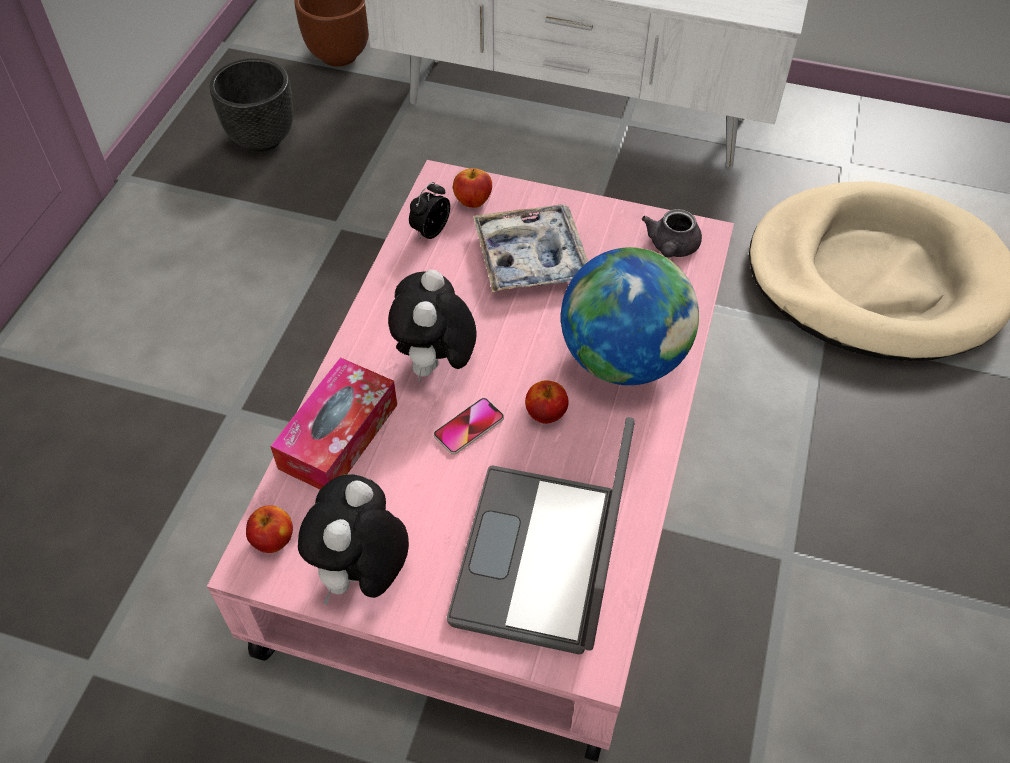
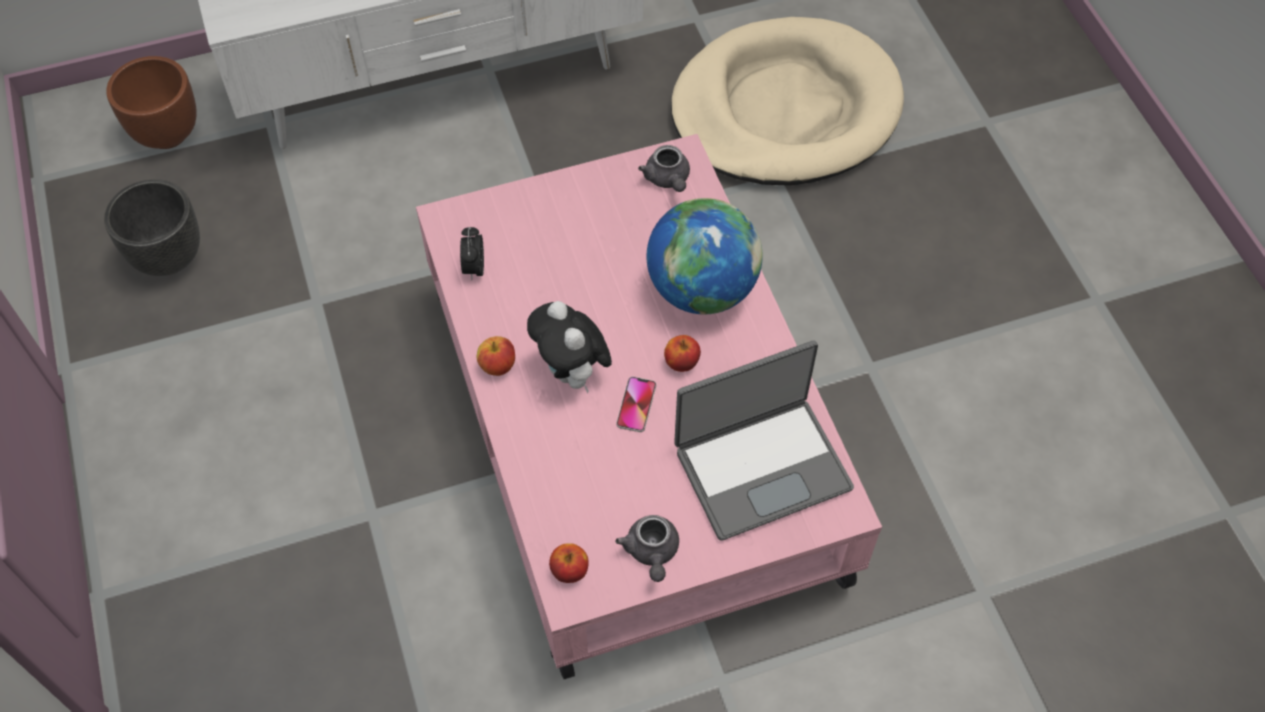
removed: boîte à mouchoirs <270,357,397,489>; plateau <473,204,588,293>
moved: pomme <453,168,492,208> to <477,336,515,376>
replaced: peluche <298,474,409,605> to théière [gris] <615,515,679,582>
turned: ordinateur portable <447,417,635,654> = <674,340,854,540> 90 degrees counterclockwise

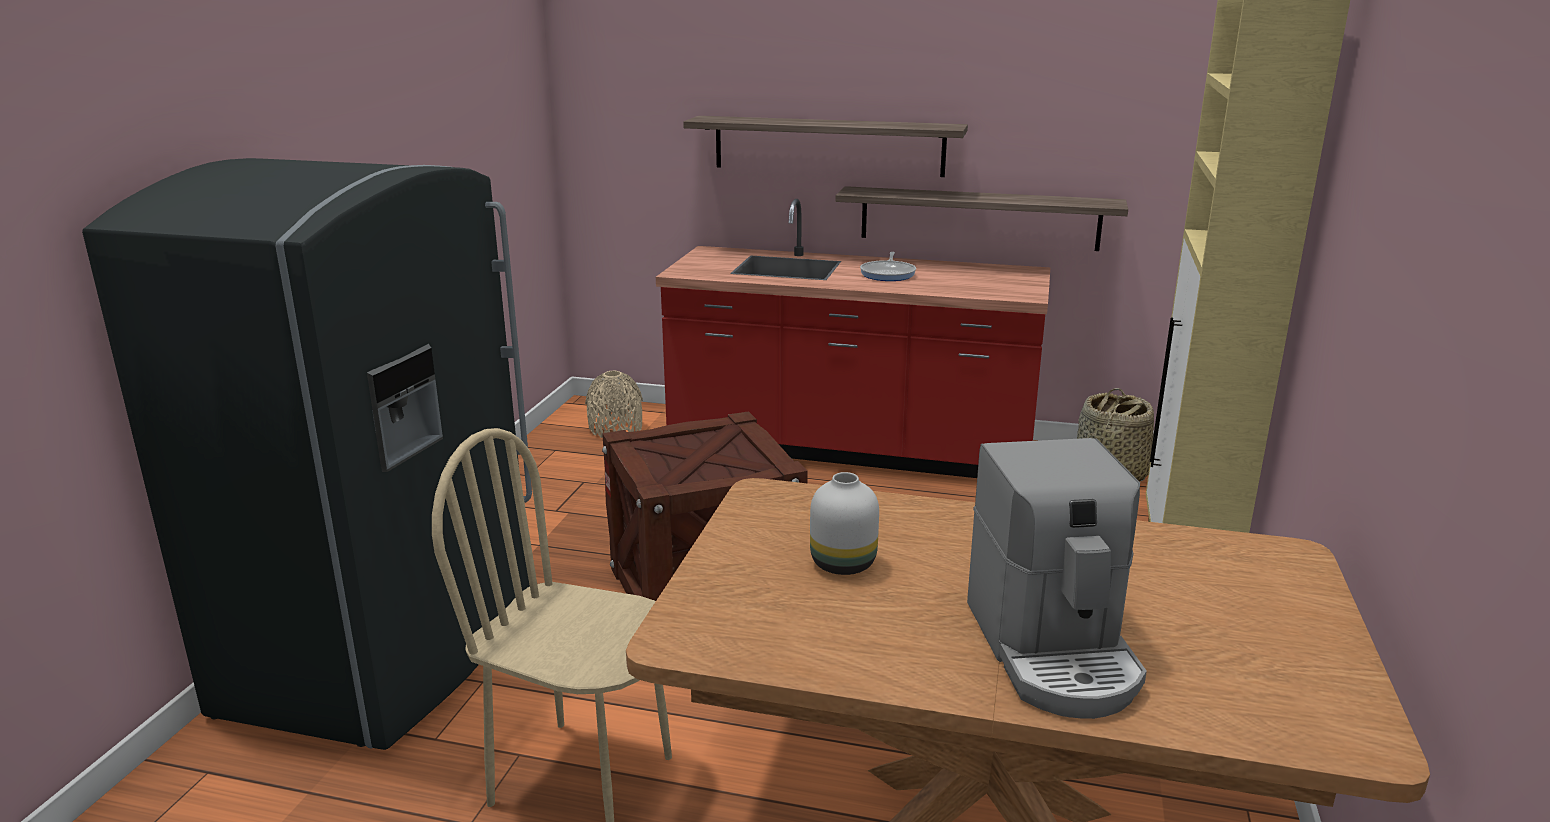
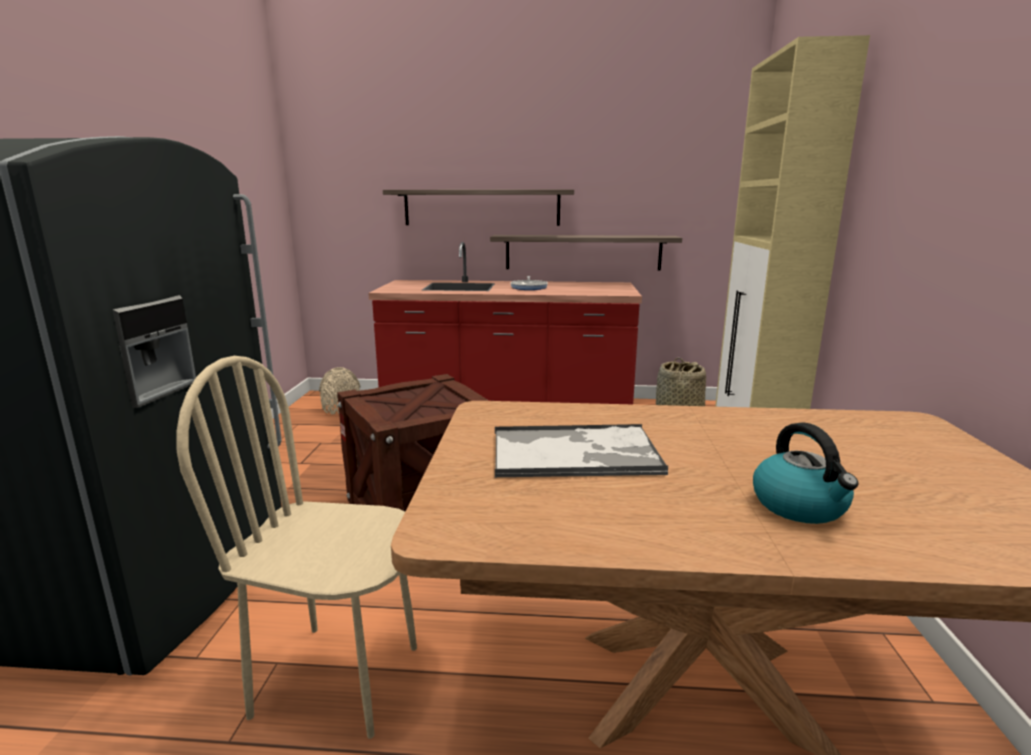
replaced: vase [blanc] <810,472,879,575> to plateau <495,424,668,477>; machine à café <967,438,1147,719> to bouilloire <753,422,858,524>

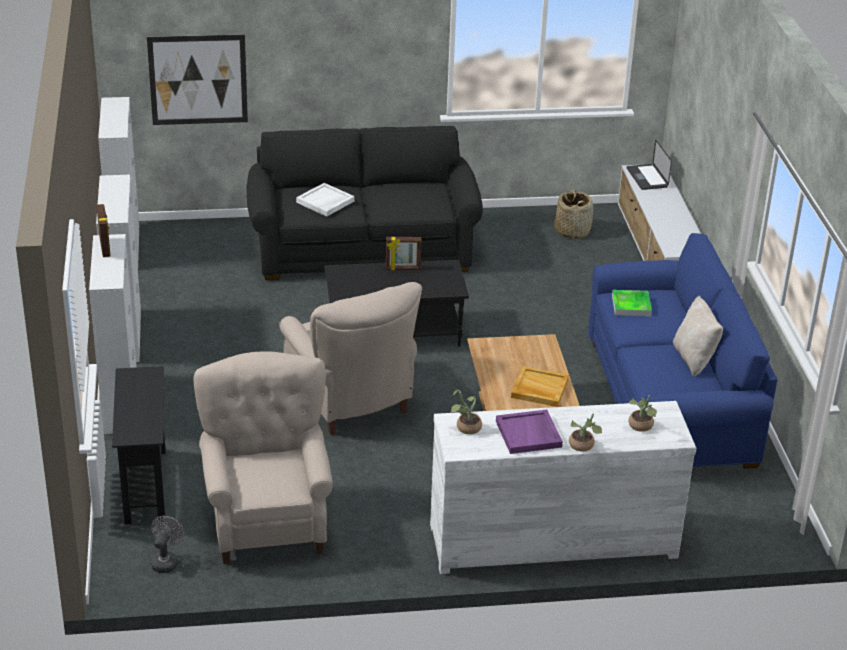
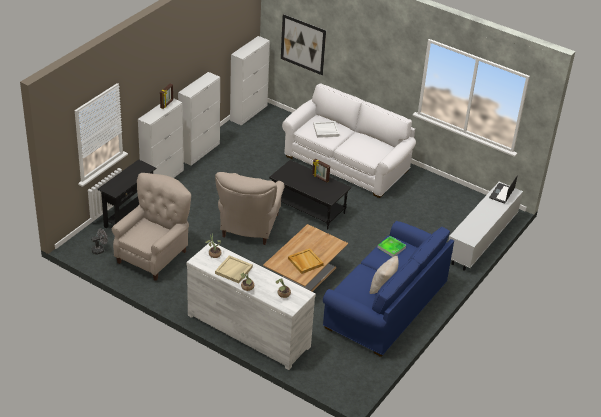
removed: panier <554,189,594,239>
recoloured: canapé [noir] <247,126,483,280> to canapé [blanc] <282,83,416,198>; plateau [violet] <496,410,563,454> to plateau [beige] <215,255,253,283>

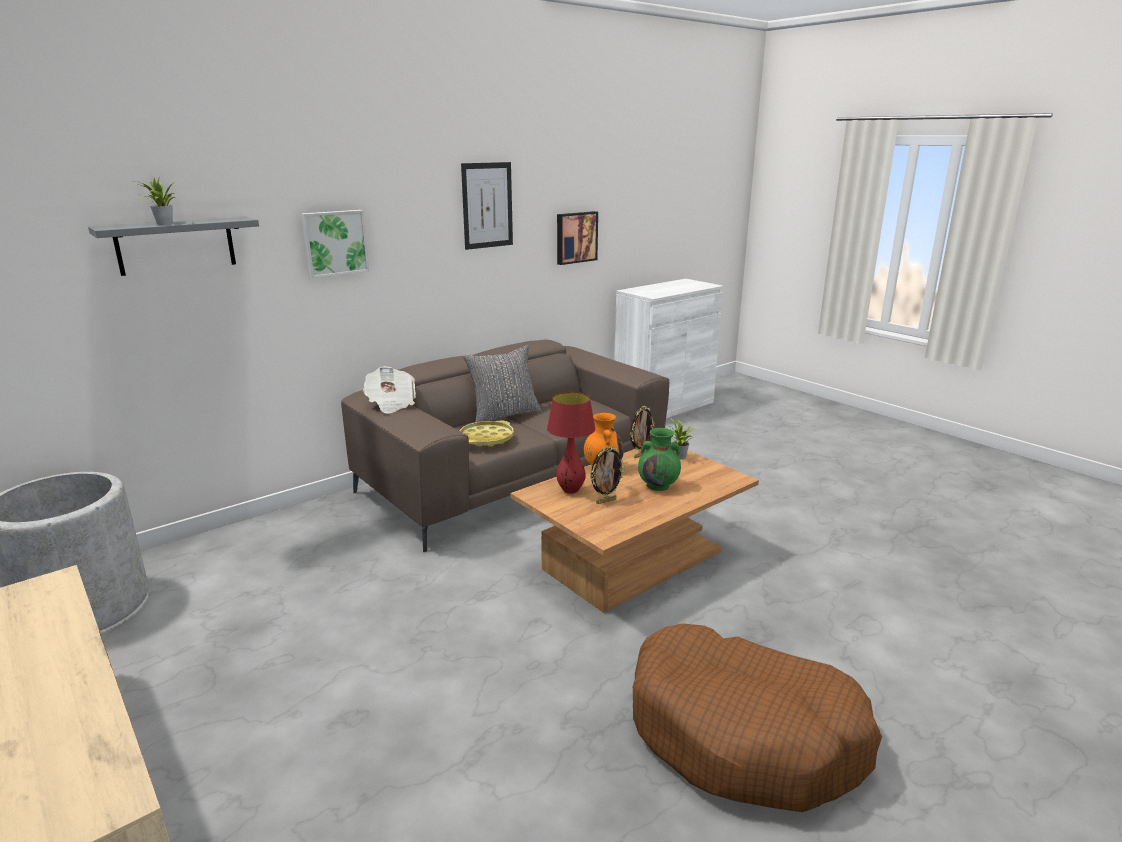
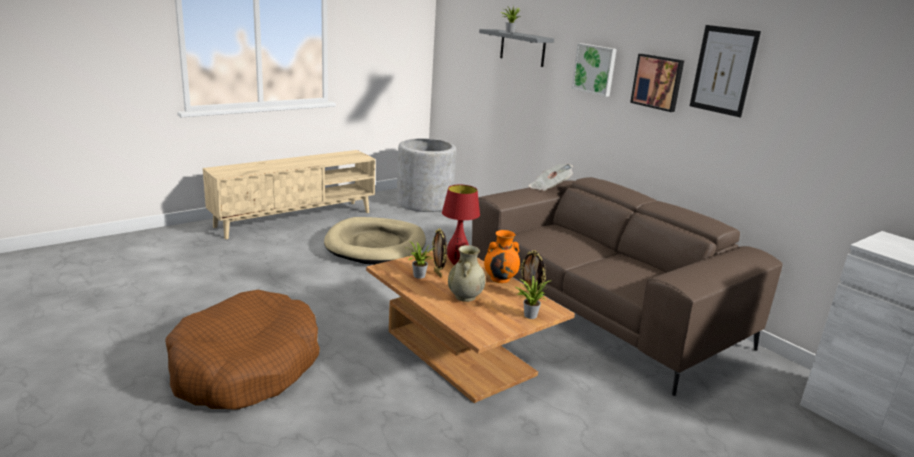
removed: plateau [jaune] <459,420,514,447>; coussin [gris] <463,345,541,422>
added: panier pour chien [beige] <324,217,426,265>; plante en pot <407,241,435,279>
moved: tableau <557,211,598,265> to <630,54,684,112>
recoloured: vase [vert] <638,428,681,491> to vase [beige] <448,245,486,302>

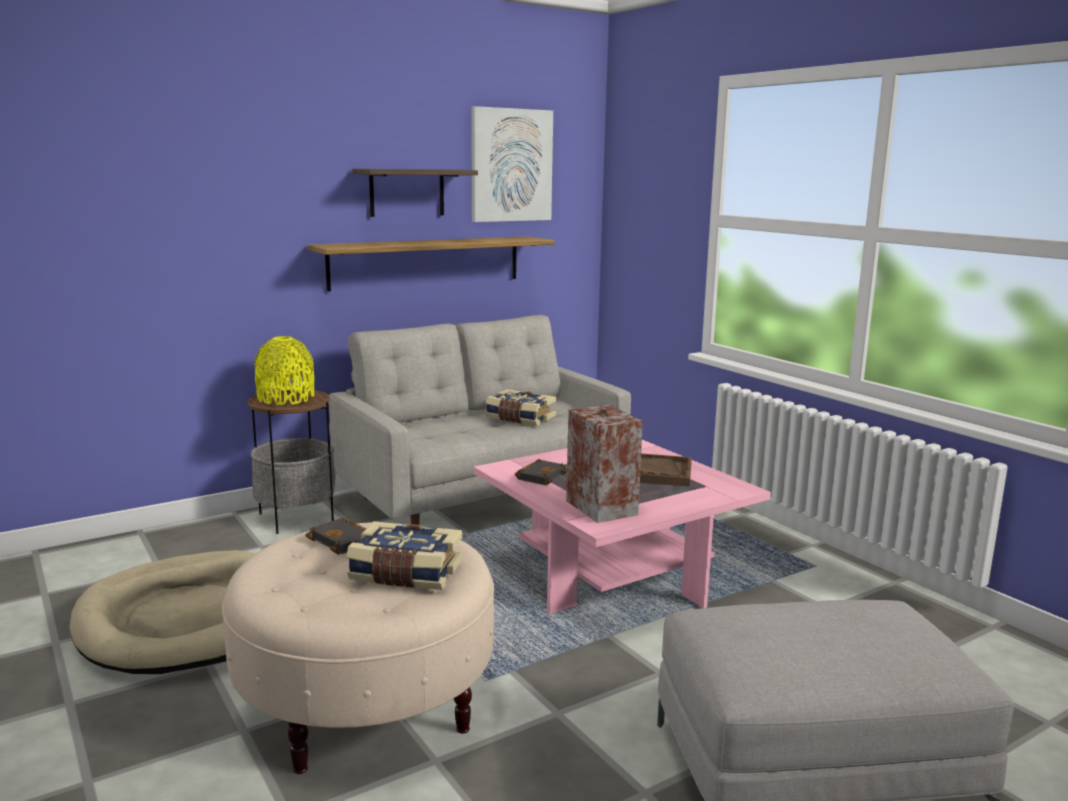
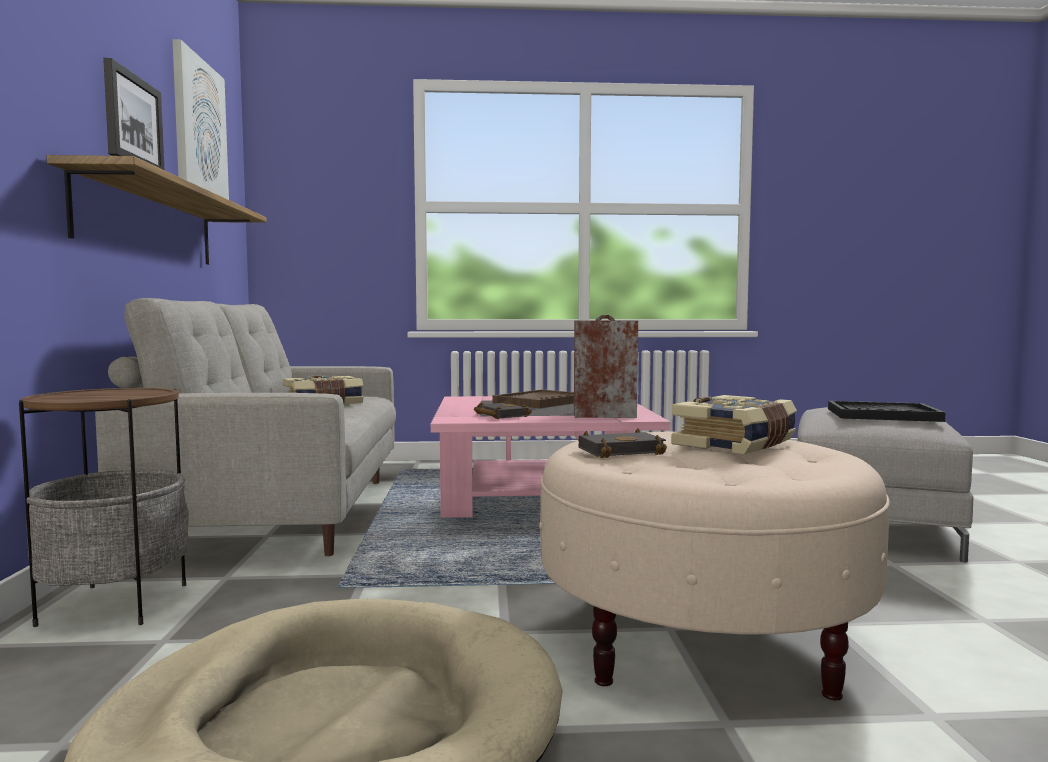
removed: vase [jaune] <254,336,314,405>
added: plateau [noir] <828,401,946,422>
replaced: étagère <352,169,478,217> to tableau <103,58,164,170>

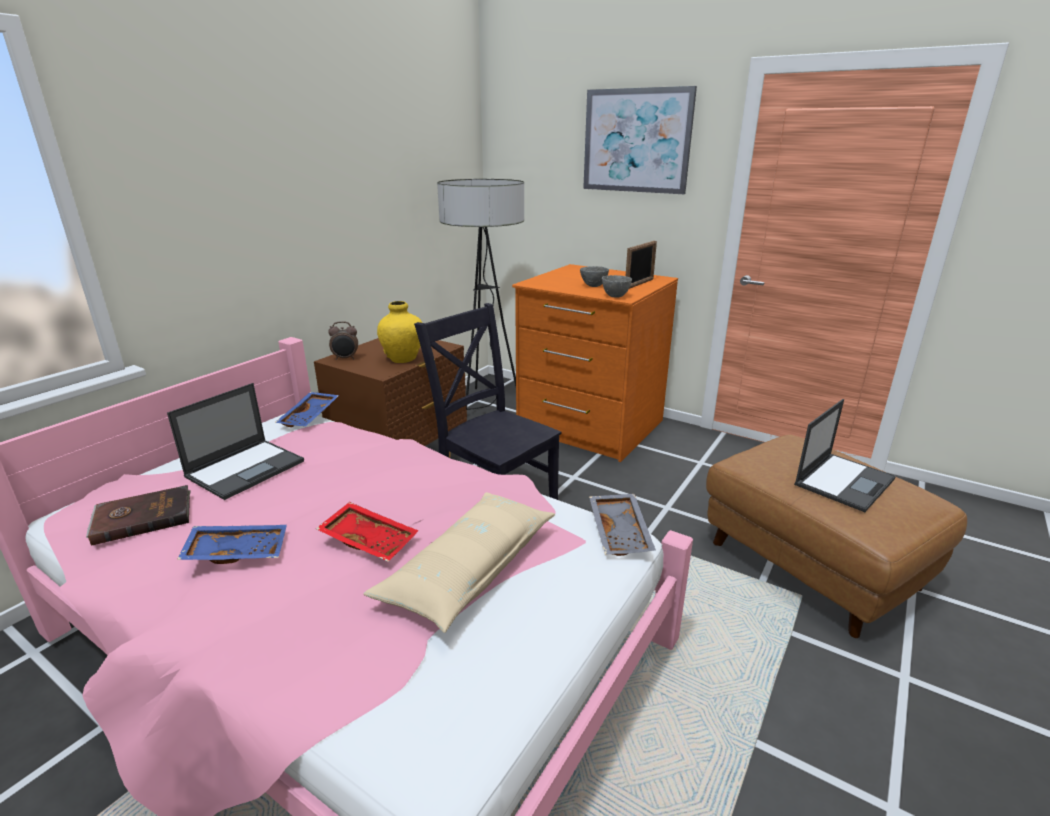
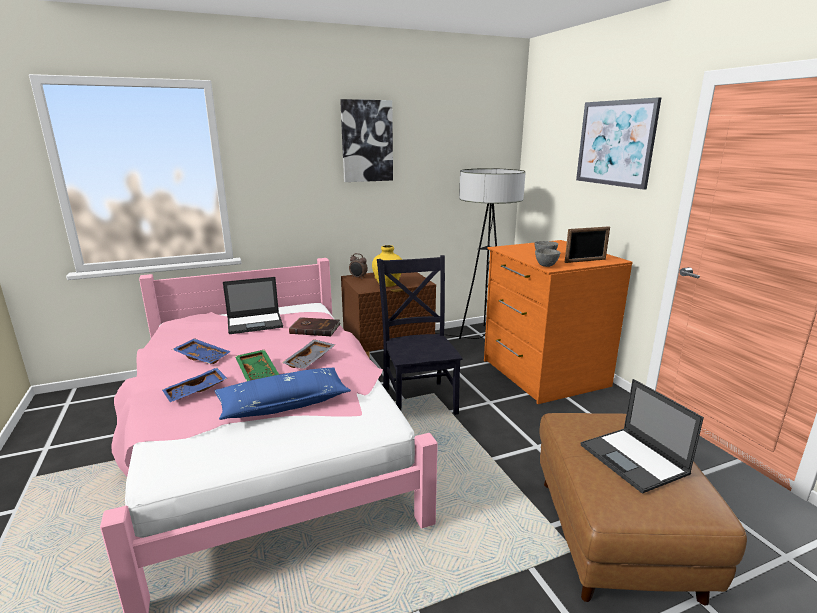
added: tableau <340,99,393,182>
moved: livre [marron] <86,485,191,545> to <289,317,340,336>; plateau [bleu] <275,392,339,427> to <162,368,227,402>; plateau [gris] <589,494,656,556> to <282,339,335,369>
recoloured: plateau [rouge] <316,502,418,562> to plateau [vert] <235,349,279,381>; coussin [beige] <363,492,555,633> to coussin [bleu] <215,367,351,420>
turned: ordinateur portable <794,399,896,512> = <581,379,704,494> 75 degrees clockwise

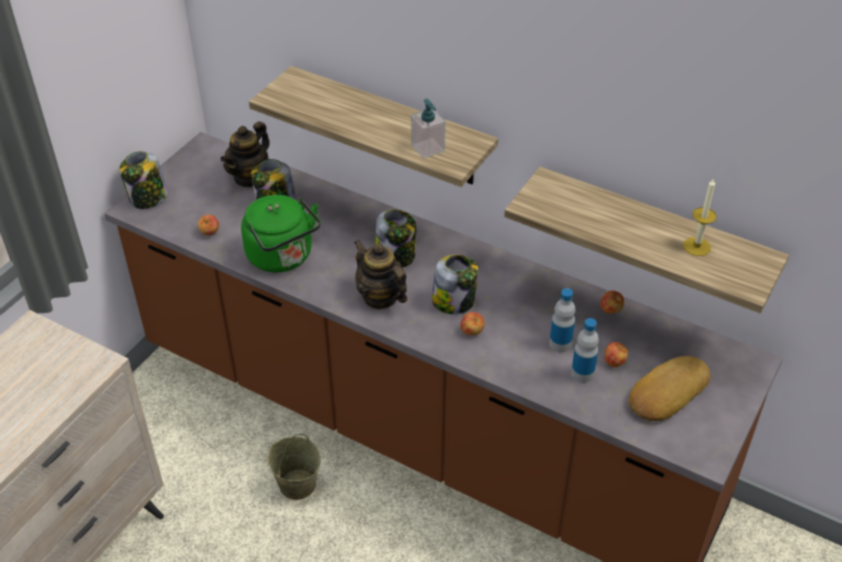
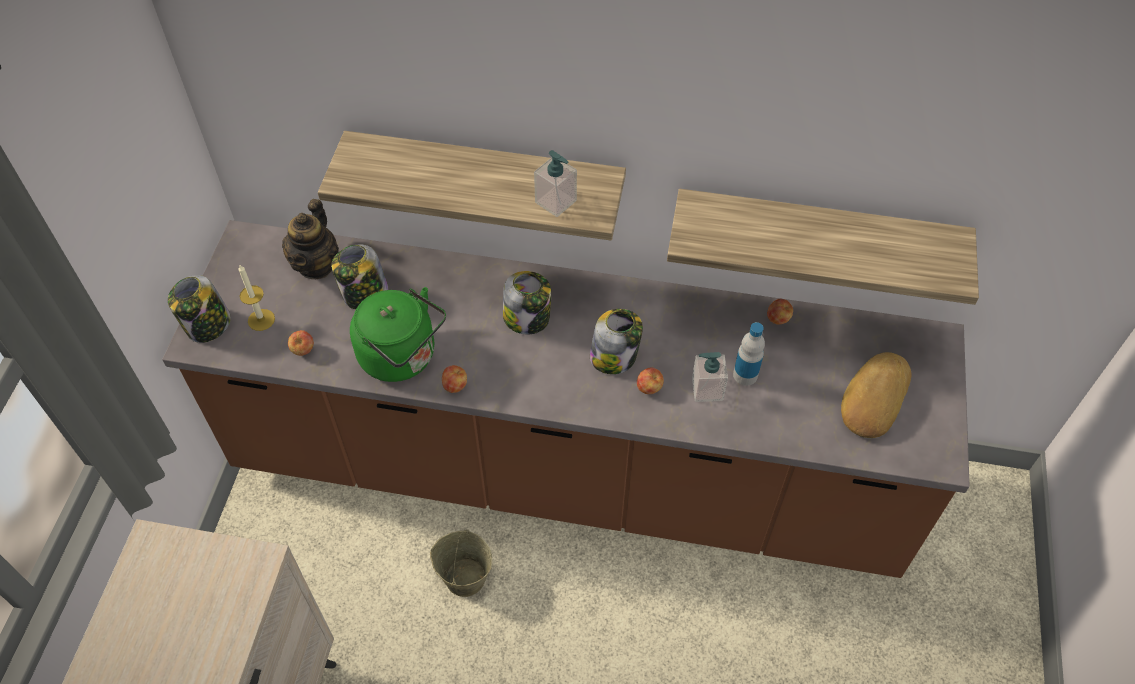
removed: théière <354,240,407,309>; bouteille <571,318,599,383>
added: distributeur de savon <692,352,728,402>
moved: pomme <604,342,628,367> to <442,365,467,393>; bougie <683,178,717,256> to <238,264,275,331>

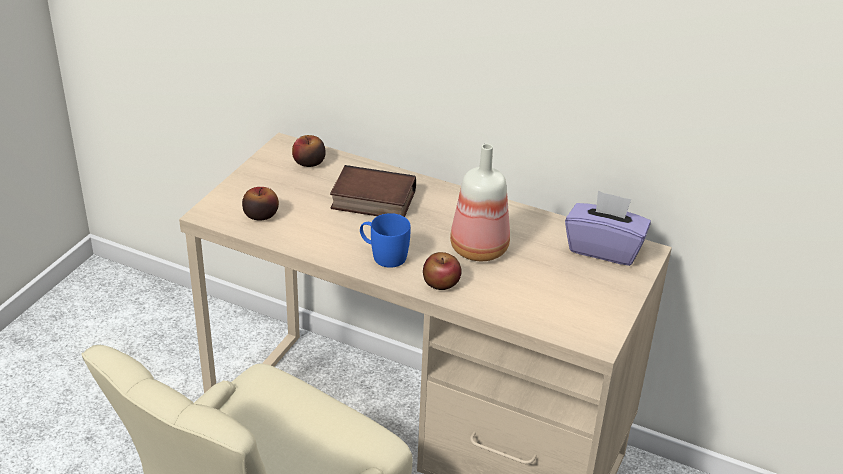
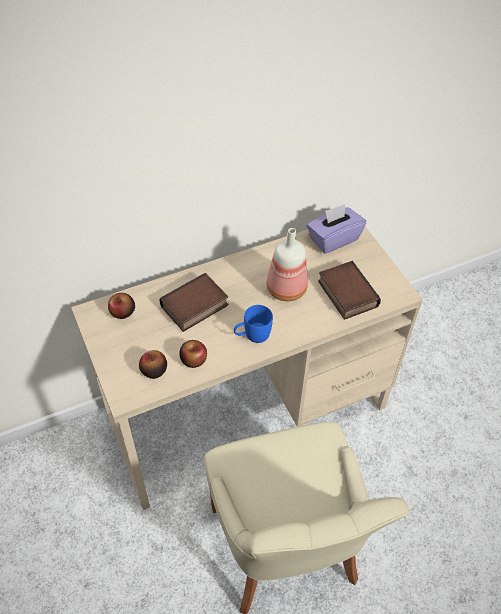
added: livre <318,261,381,320>
moved: pomme <423,252,462,290> to <180,340,207,368>

